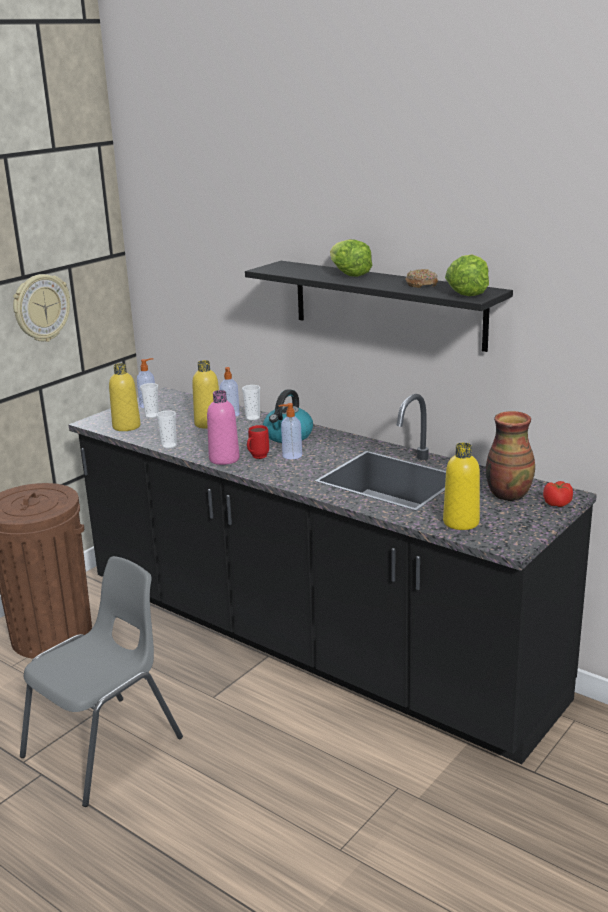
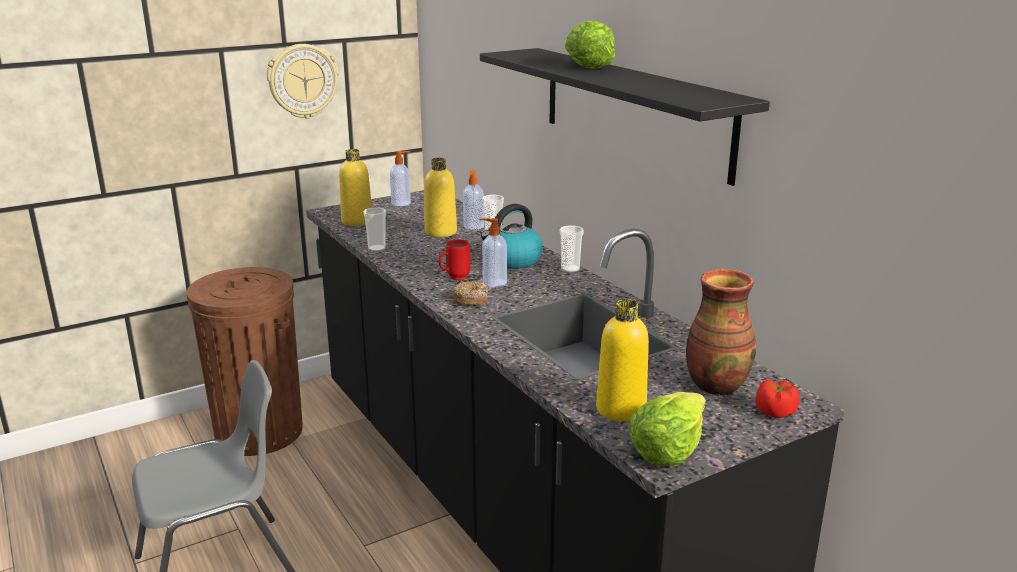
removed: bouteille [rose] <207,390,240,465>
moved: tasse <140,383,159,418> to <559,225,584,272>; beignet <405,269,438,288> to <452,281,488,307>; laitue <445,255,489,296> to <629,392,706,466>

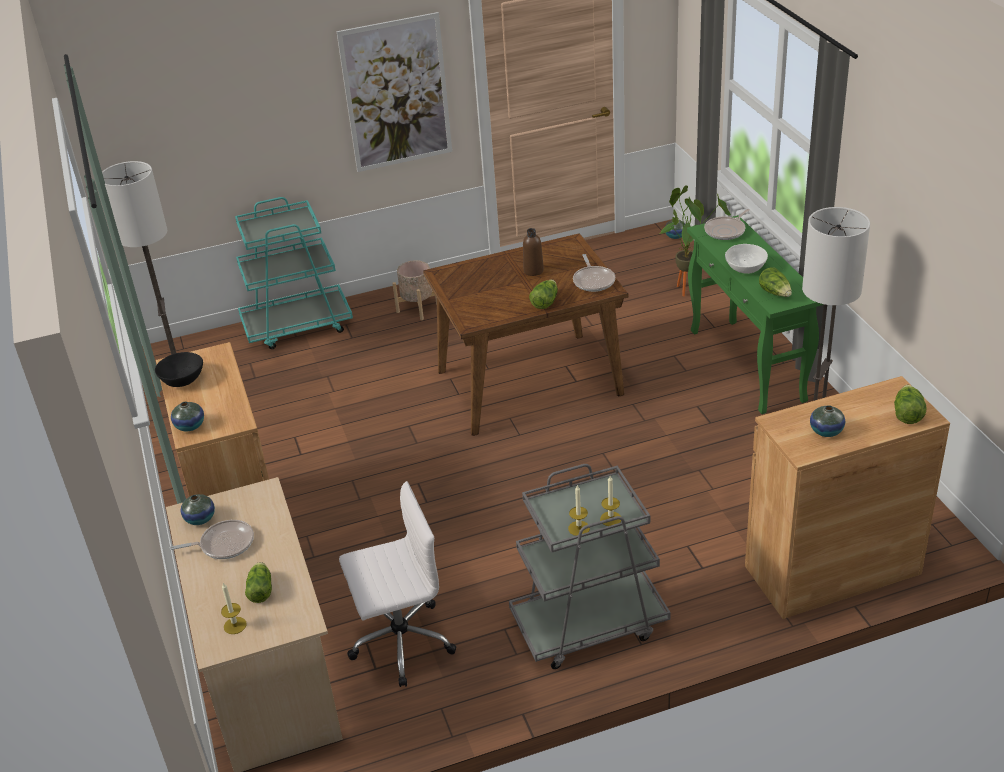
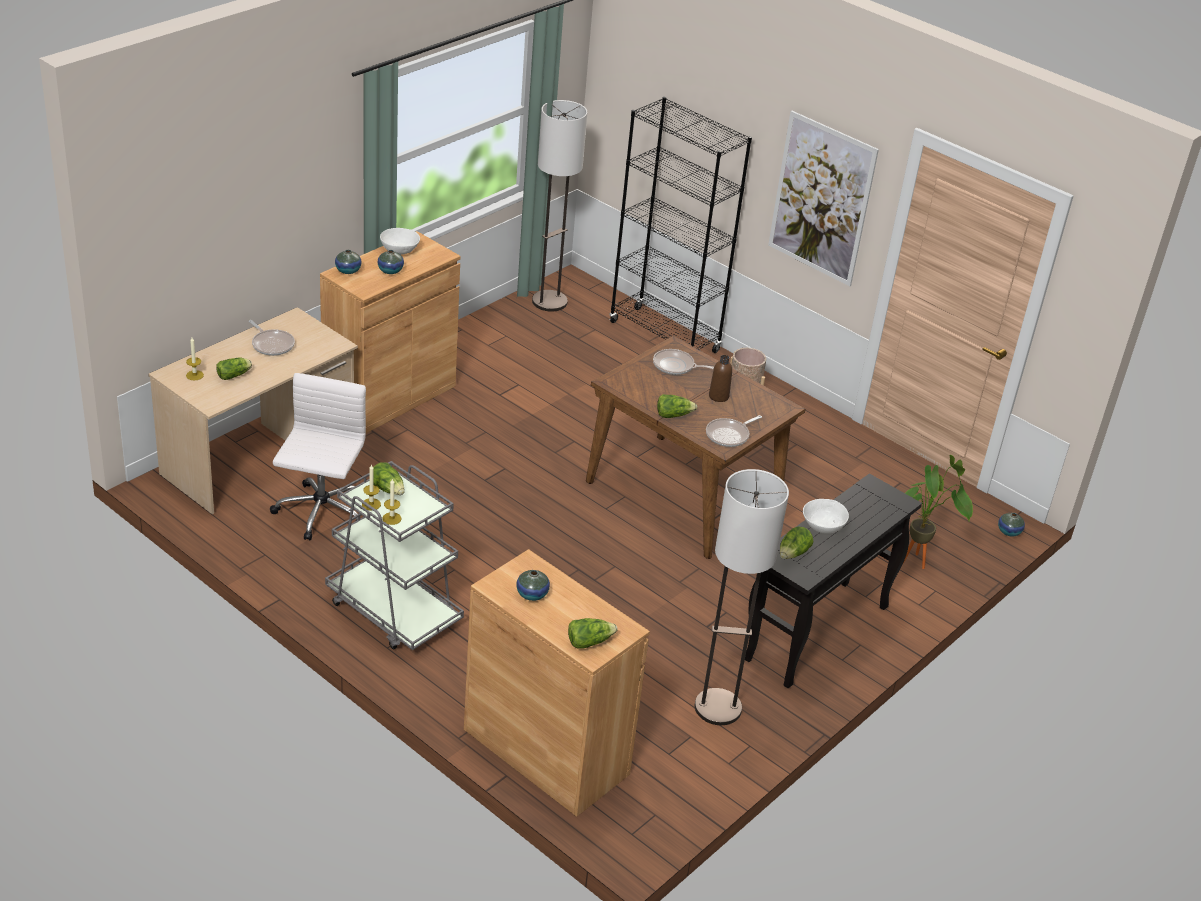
added: laitue <373,462,405,495>
moved: vase <181,494,215,525> to <378,250,404,274>; poêle <704,209,750,240> to <653,349,714,375>
replaced: chariot [turquoise] <235,197,353,349> to bibliothèque [noir] <609,97,752,353>
recoloured: bol [noir] <155,352,203,387> to bol [blanc] <380,228,420,255>; table console [vert] <687,215,824,414> to table console [noir] <745,473,922,688>
turned: chaise de bureau [blanc] <339,481,456,687> = <270,373,366,541> 120 degrees counterclockwise

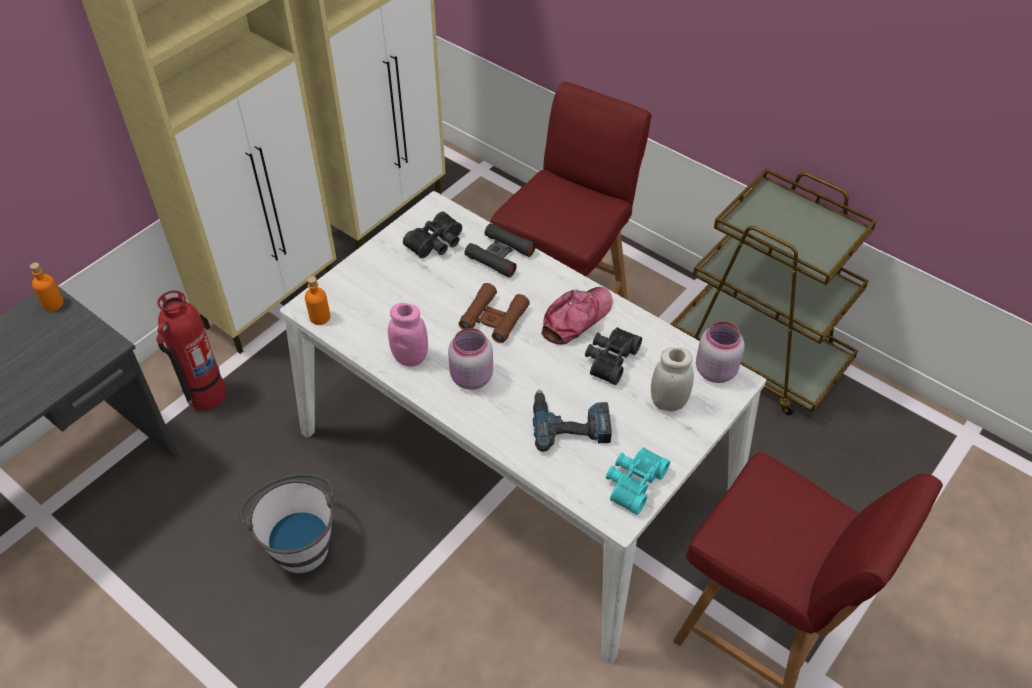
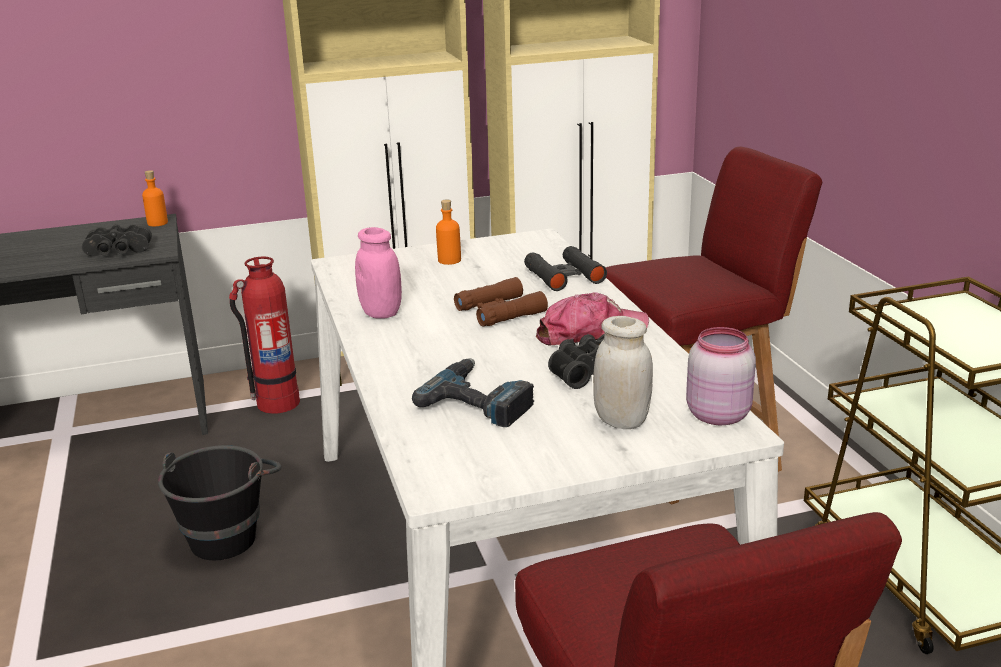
removed: bocal [rose] <448,328,493,390>; jumelles [turquoise] <606,447,670,515>
moved: bouteille [orange] <305,276,330,325> to <436,200,461,265>; jumelles [noir] <403,212,462,258> to <82,224,152,256>
recoloured: seau [blanc] <239,473,334,573> to seau [noir] <158,445,282,560>

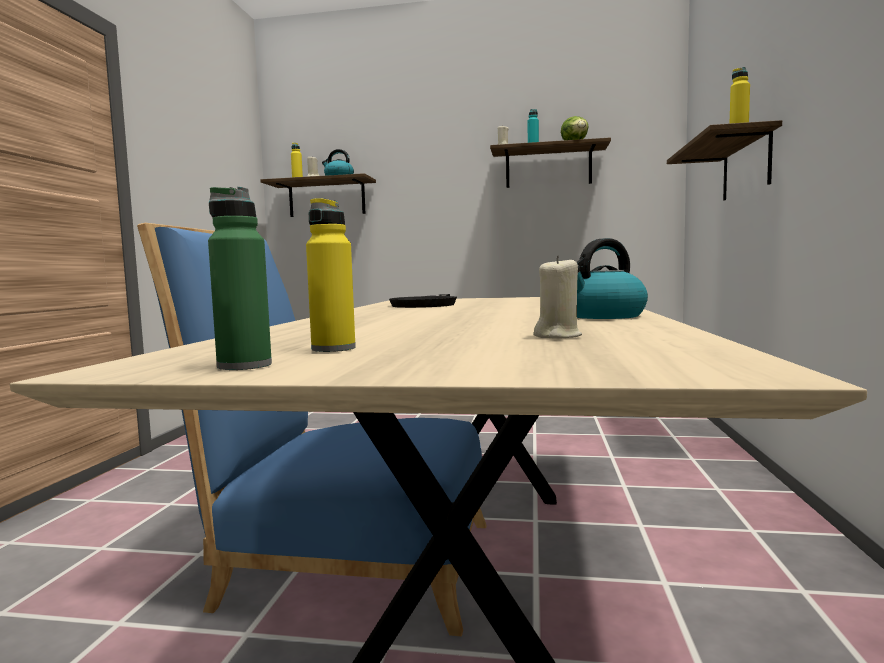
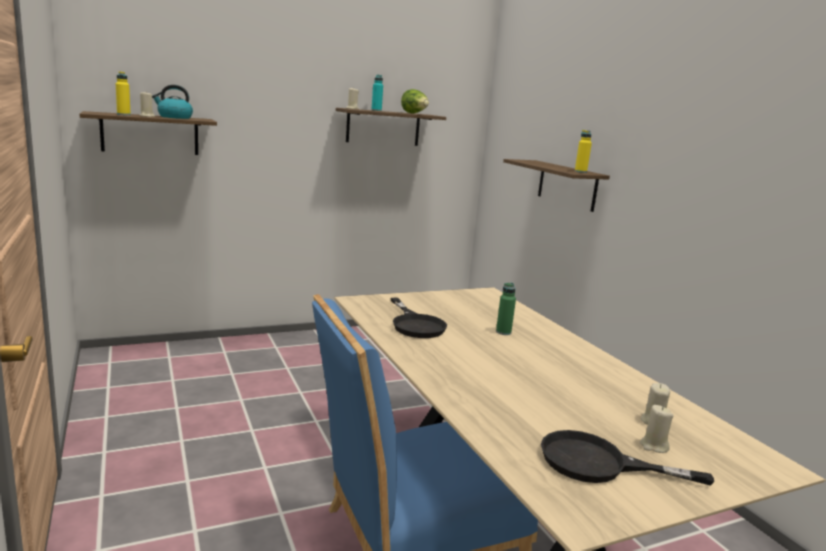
removed: bouilloire <577,238,648,319>
added: bougie [beige] <640,405,673,453>
moved: bouteille [vert] <208,187,272,370> to <496,283,516,335>
replaced: bouteille [jaune] <306,198,356,352> to poêle [noir] <541,430,714,486>

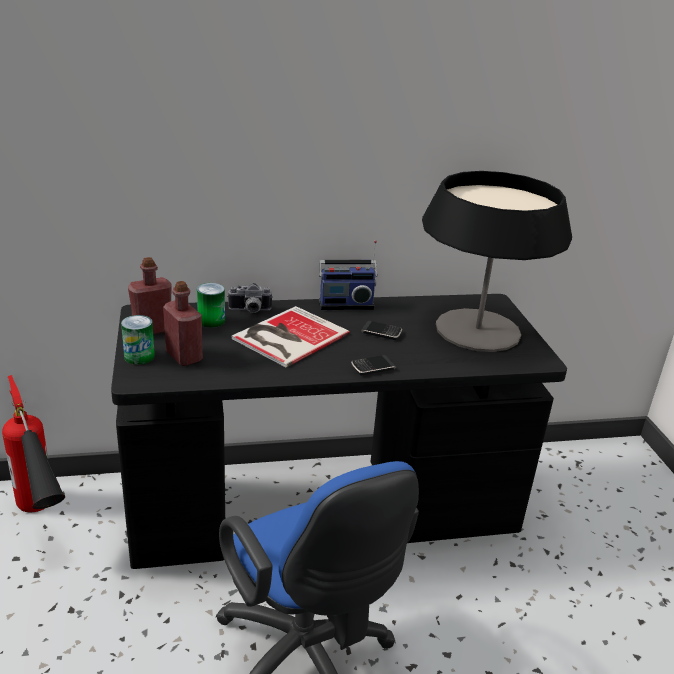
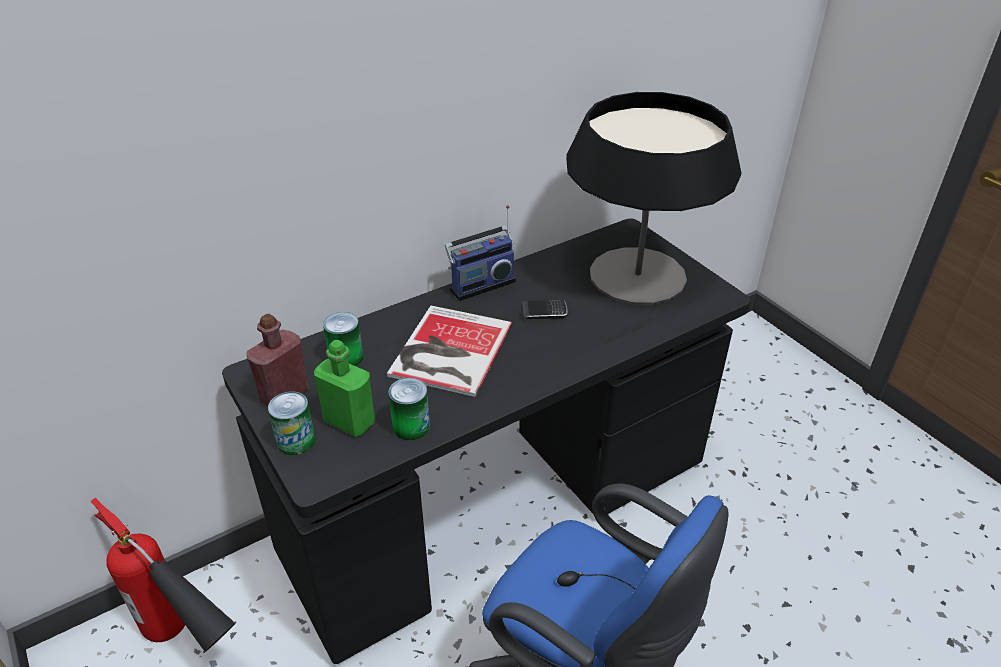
removed: appareil photo <227,283,273,313>; téléphone <351,355,396,376>
added: boîte métallique <388,378,430,440>
recoloured: bouteille [rouge] <163,281,203,366> to bouteille [vert] <314,340,375,437>

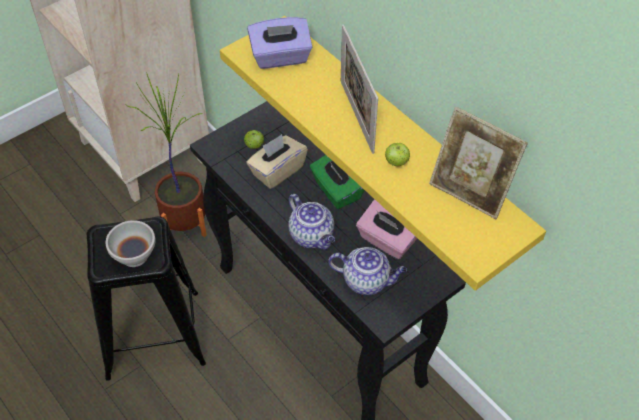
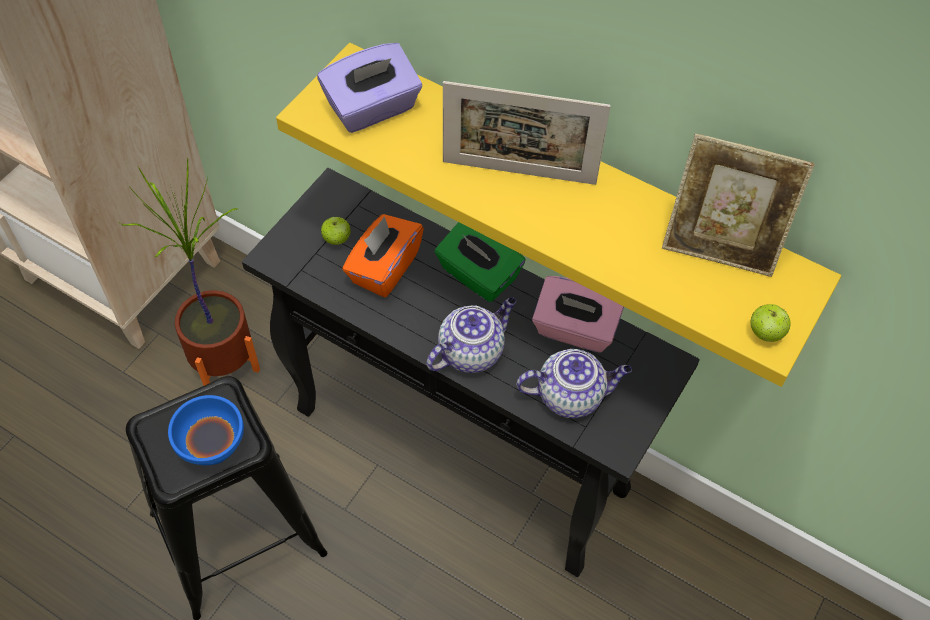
moved: pomme <385,143,410,166> to <751,304,791,342>
recoloured: bol [blanc] <106,220,156,267> to bol [bleu] <168,395,244,465>; boîte à mouchoirs [beige] <246,134,308,189> to boîte à mouchoirs [orange] <342,214,424,298>
turned: théière <288,194,335,249> = <427,297,516,373> 75 degrees counterclockwise; cadre photo <341,25,378,154> = <443,81,611,185> 45 degrees counterclockwise

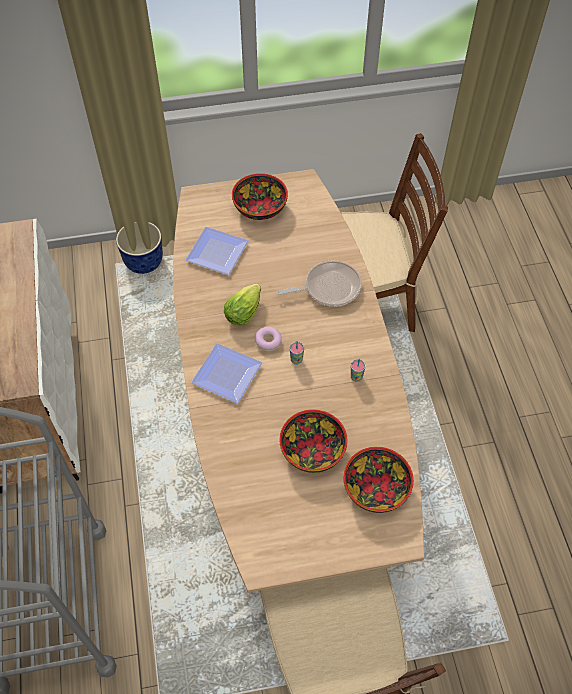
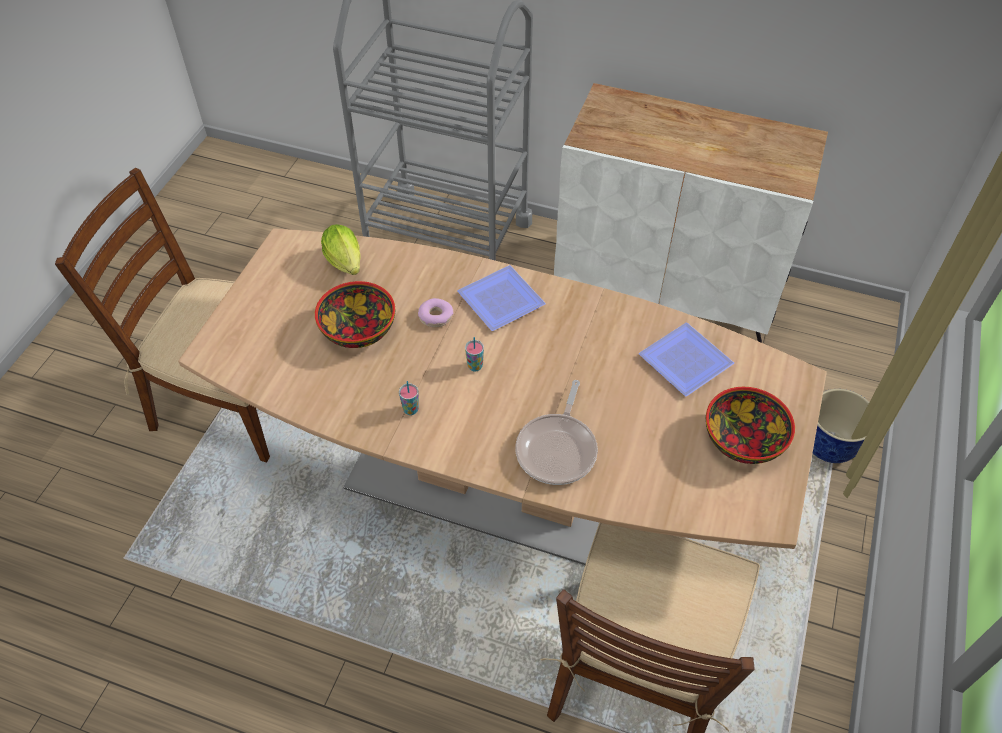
removed: bol <344,447,414,513>
moved: laitue <224,284,261,326> to <321,224,361,275>; beignet <255,327,282,351> to <418,298,453,327>

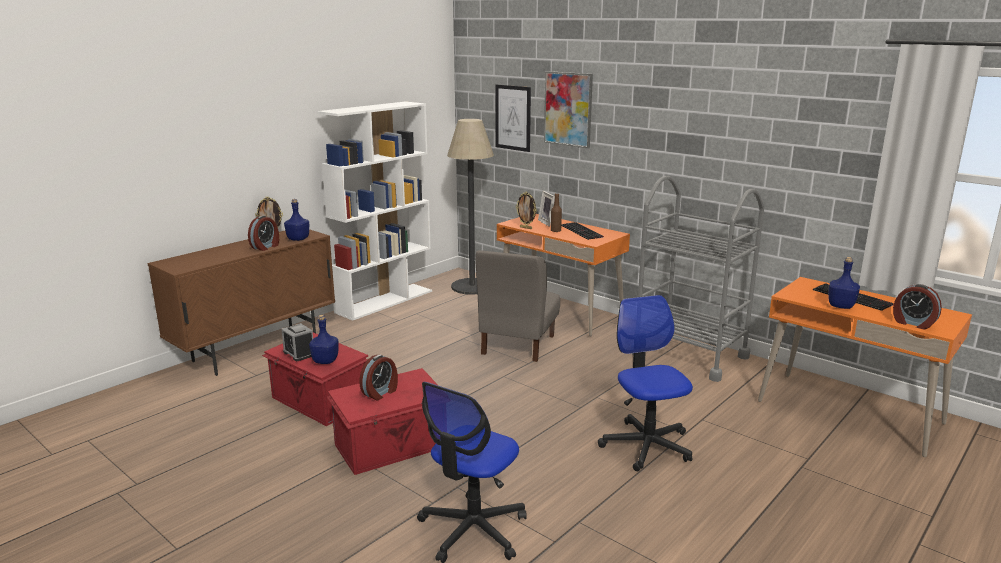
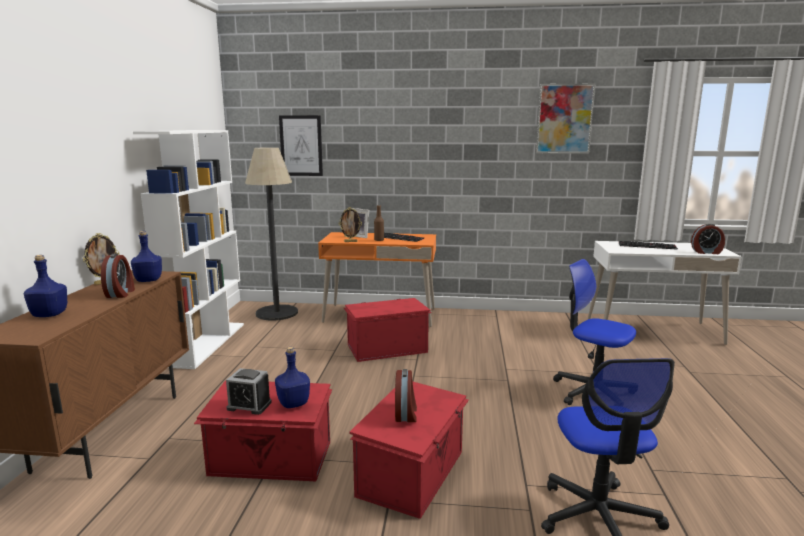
removed: chariot [gris] <631,176,764,382>
moved: tableau <544,71,593,148> to <536,84,595,154>; bouteille [bleu] <828,257,860,309> to <24,255,67,317>
replaced: chaise [gris] <475,250,560,362> to boîte de rangement [rouge] <344,298,431,362>
recoloured: bureau [orange] <758,277,972,457> to bureau [blanc] <588,241,742,345>

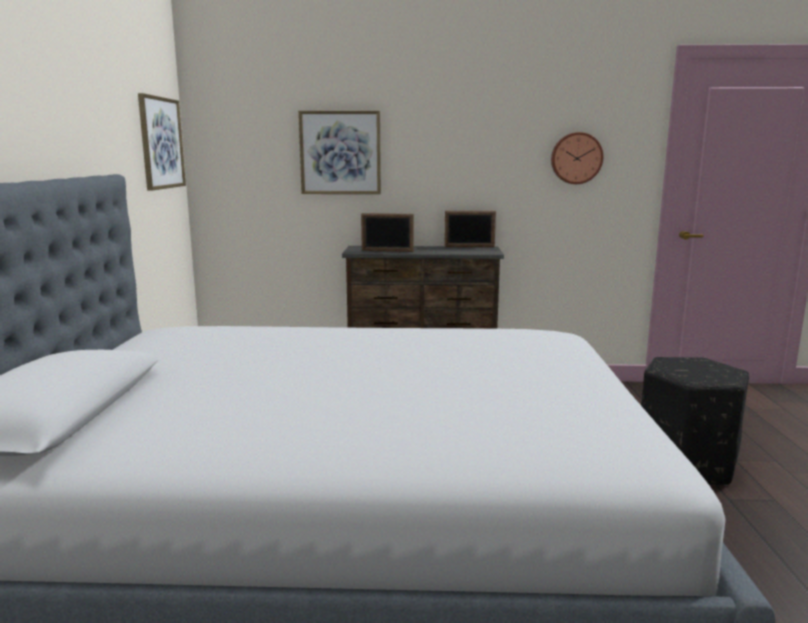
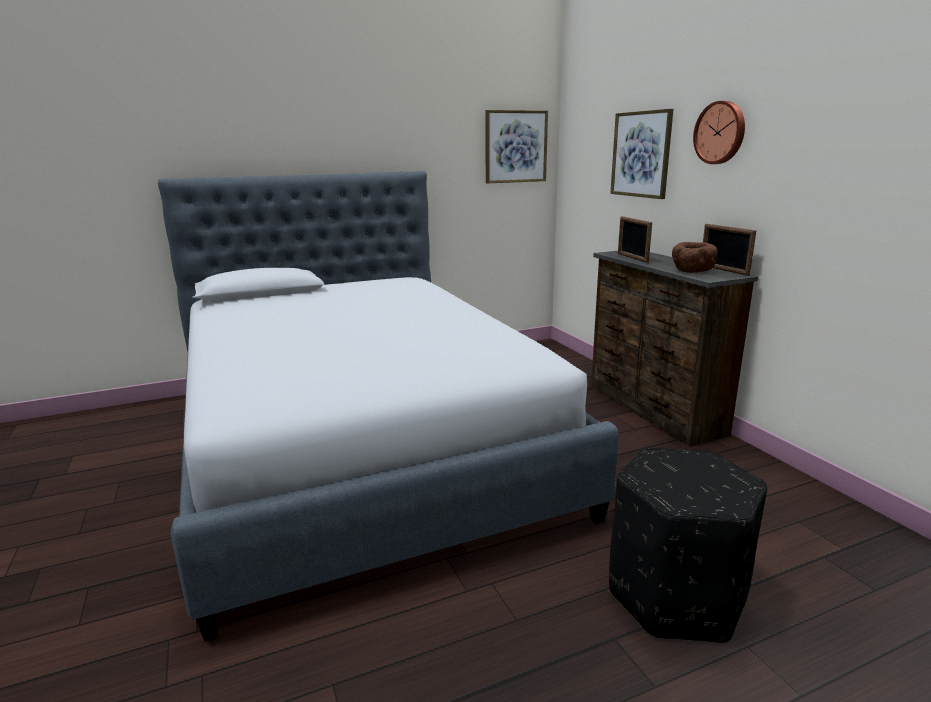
added: bol [marron] <672,242,718,273>
moved: horloge murale <551,132,603,184> to <693,101,745,164>

